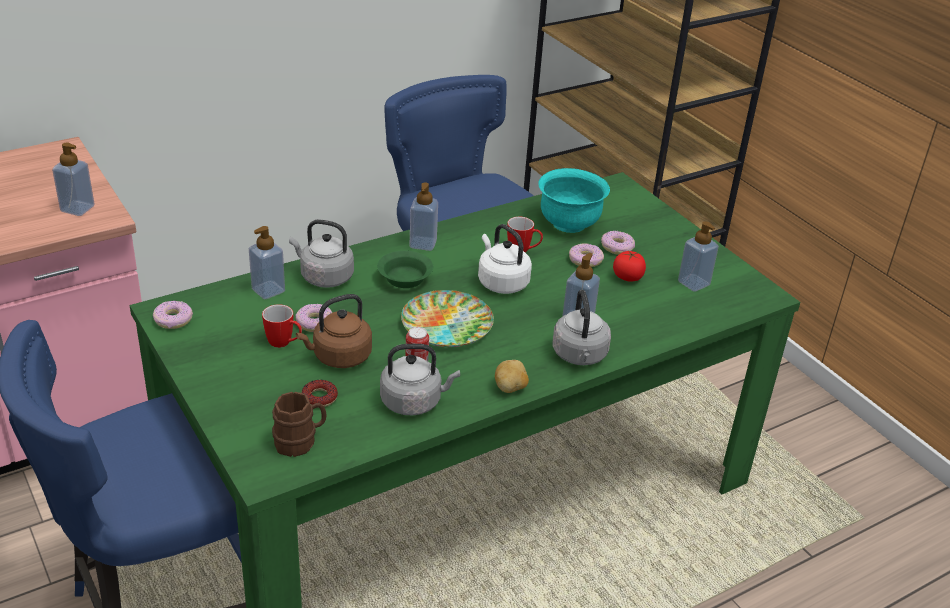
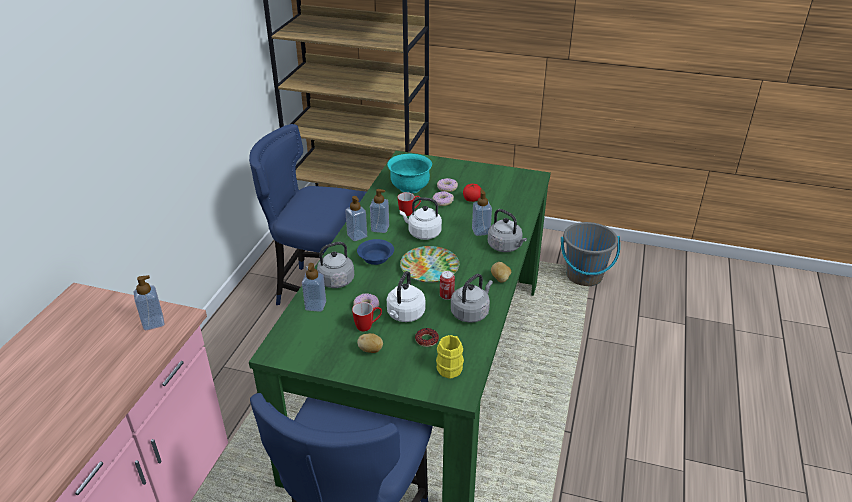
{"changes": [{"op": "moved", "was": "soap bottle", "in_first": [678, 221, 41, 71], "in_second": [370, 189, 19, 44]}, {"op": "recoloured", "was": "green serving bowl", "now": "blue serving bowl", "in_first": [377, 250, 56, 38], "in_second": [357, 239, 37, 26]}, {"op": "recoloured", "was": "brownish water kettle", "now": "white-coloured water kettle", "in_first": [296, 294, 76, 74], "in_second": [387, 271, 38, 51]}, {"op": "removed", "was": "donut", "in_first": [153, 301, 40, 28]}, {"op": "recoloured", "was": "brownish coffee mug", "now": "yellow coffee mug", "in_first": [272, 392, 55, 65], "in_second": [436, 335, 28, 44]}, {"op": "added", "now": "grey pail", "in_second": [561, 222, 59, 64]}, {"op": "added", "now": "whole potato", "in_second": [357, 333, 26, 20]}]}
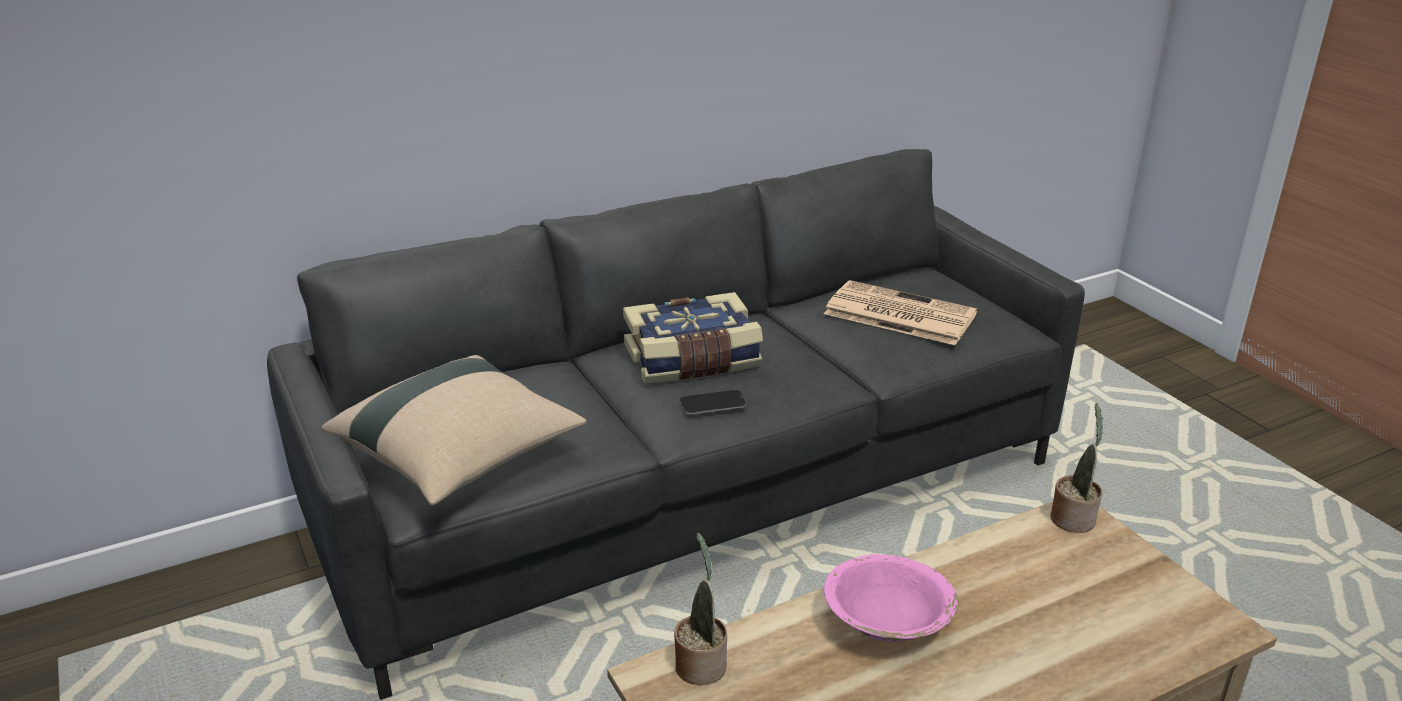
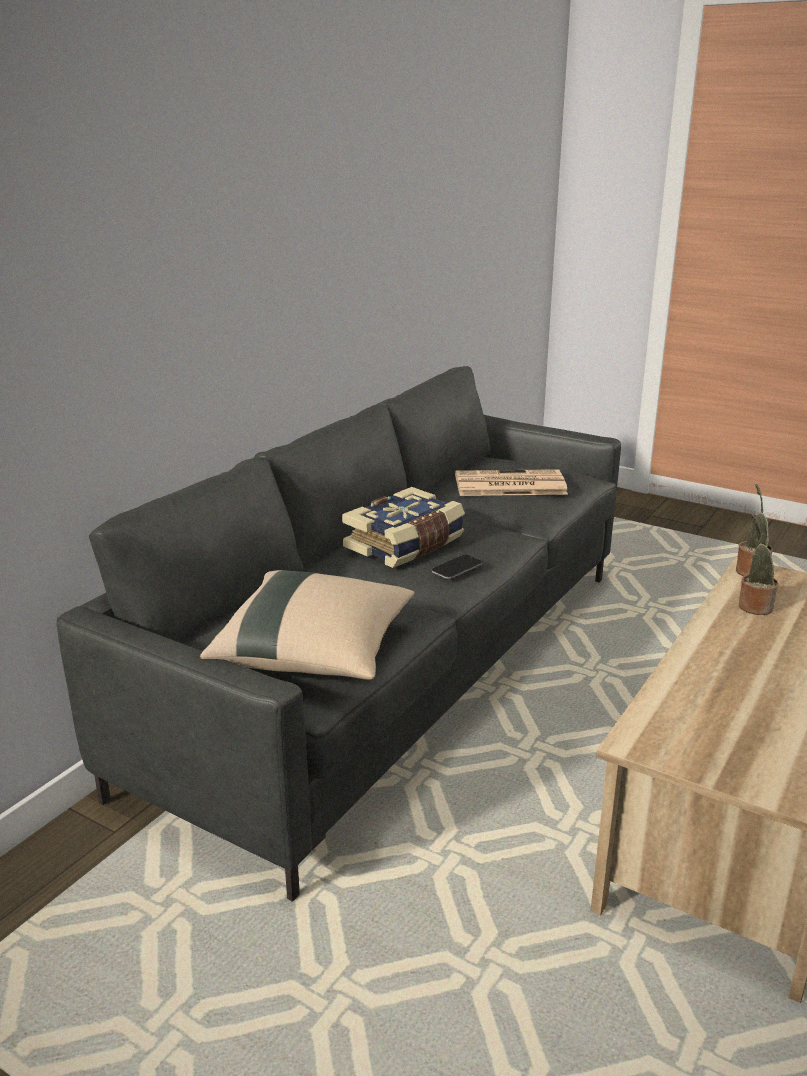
{"changes": [{"op": "moved", "was": "houseplant", "in_first": [674, 533, 53, 152], "in_second": [739, 515, 39, 100]}, {"op": "removed", "was": "pinkish serving bowl", "in_first": [824, 554, 135, 88]}]}
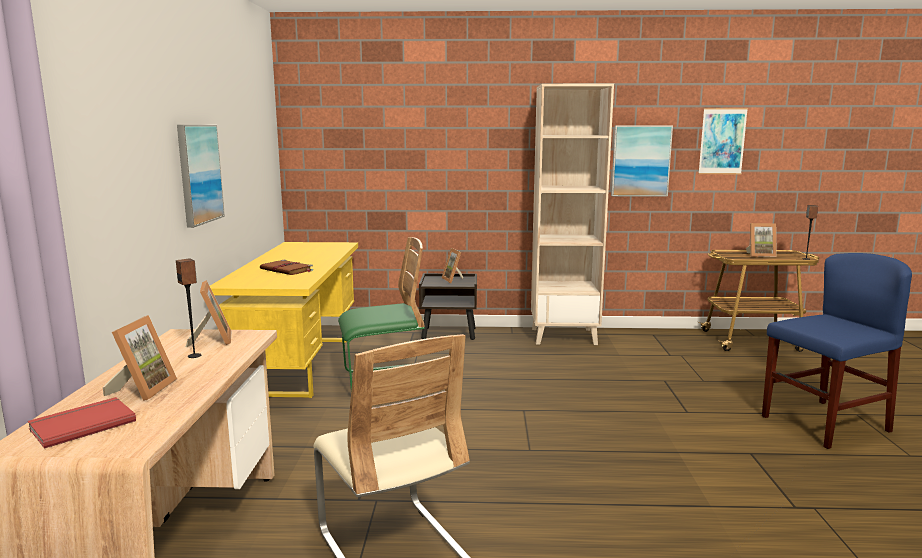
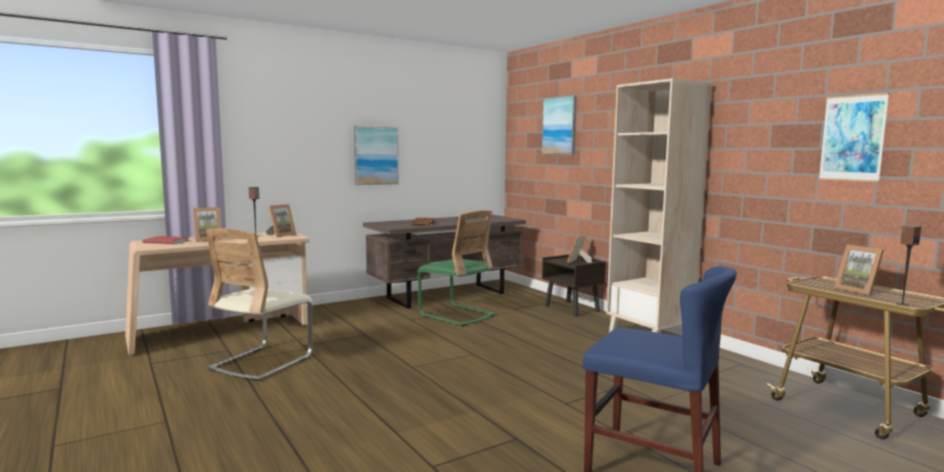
{"changes": [{"op": "moved", "was": "picture", "in_first": [611, 126, 62, 71], "in_second": [542, 95, 35, 60]}, {"op": "recoloured", "was": "yellow desk table", "now": "brownish desk table", "in_first": [210, 242, 148, 156], "in_second": [363, 215, 163, 94]}]}
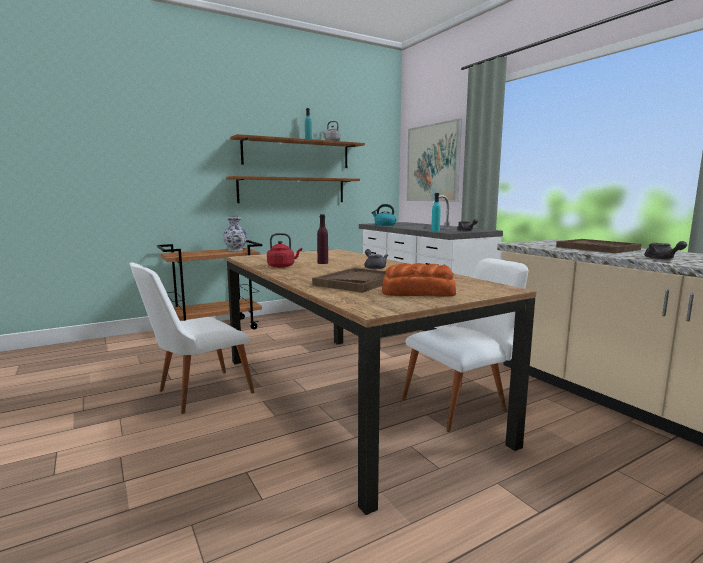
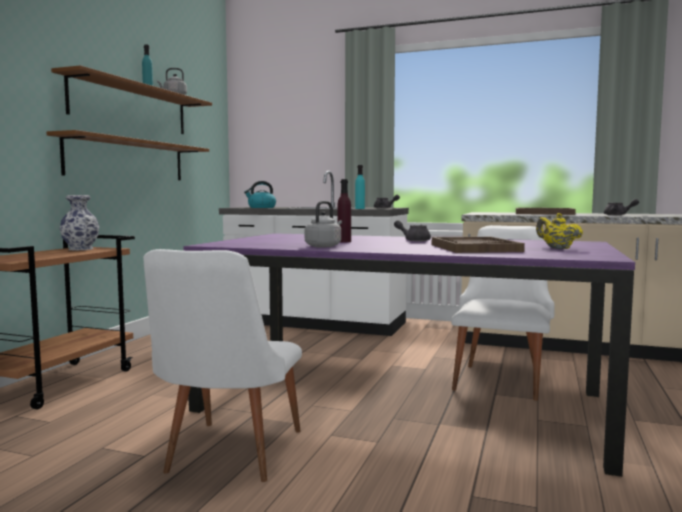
{"changes": [{"op": "removed", "was": "picture", "in_first": [407, 119, 55, 83]}, {"op": "recoloured", "was": "red water kettle", "now": "grey water kettle", "in_first": [267, 233, 35, 35], "in_second": [305, 201, 37, 47]}, {"op": "recoloured", "was": "brownish dinner table", "now": "purplish dinner table", "in_first": [226, 249, 310, 266], "in_second": [184, 233, 451, 244]}, {"op": "replaced", "was": "bread", "now": "yellow teapot", "in_first": [382, 263, 74, 33], "in_second": [536, 213, 47, 36]}]}
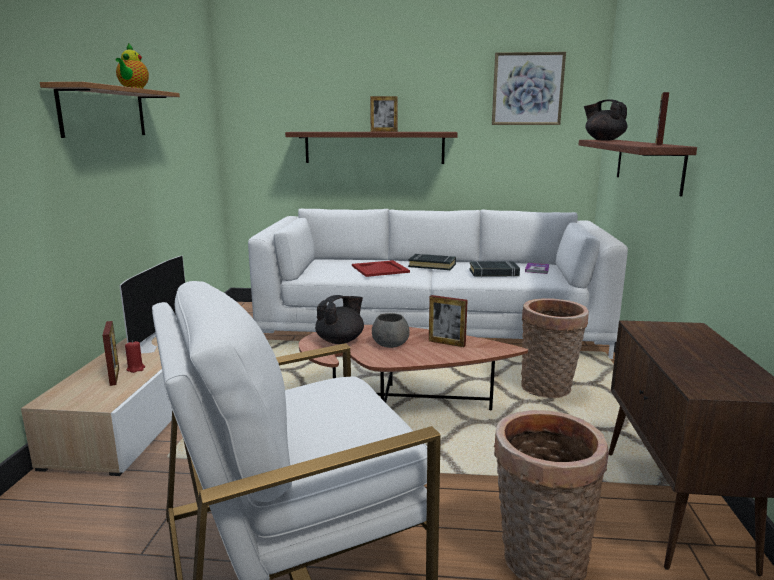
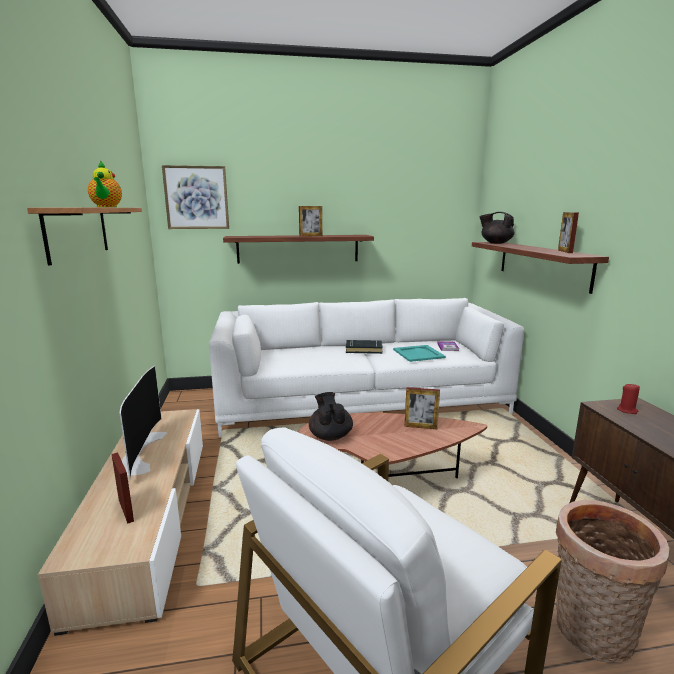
{"changes": [{"op": "moved", "was": "picture", "in_first": [492, 52, 74, 73], "in_second": [162, 165, 67, 64]}, {"op": "removed", "was": "red serving tray", "in_first": [352, 260, 58, 17]}, {"op": "replaced", "was": "black volume", "now": "turquoise-coloured serving tray", "in_first": [469, 261, 51, 16], "in_second": [393, 345, 53, 17]}, {"op": "turned", "was": "black teapot", "in_first": [315, 295, 49, 49], "in_second": [309, 392, 44, 49], "clockwise": -45}, {"op": "removed", "was": "storage basket", "in_first": [521, 298, 68, 100]}, {"op": "removed", "was": "grey serving bowl", "in_first": [372, 313, 37, 35]}, {"op": "moved", "was": "red wax candle", "in_first": [125, 341, 20, 32], "in_second": [617, 383, 23, 31]}]}
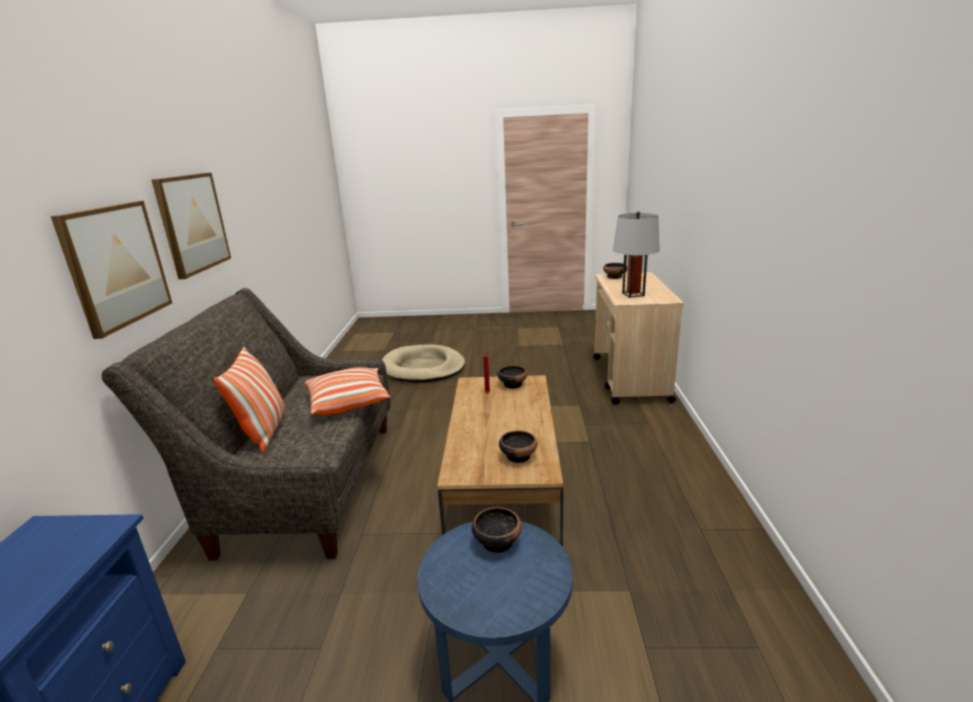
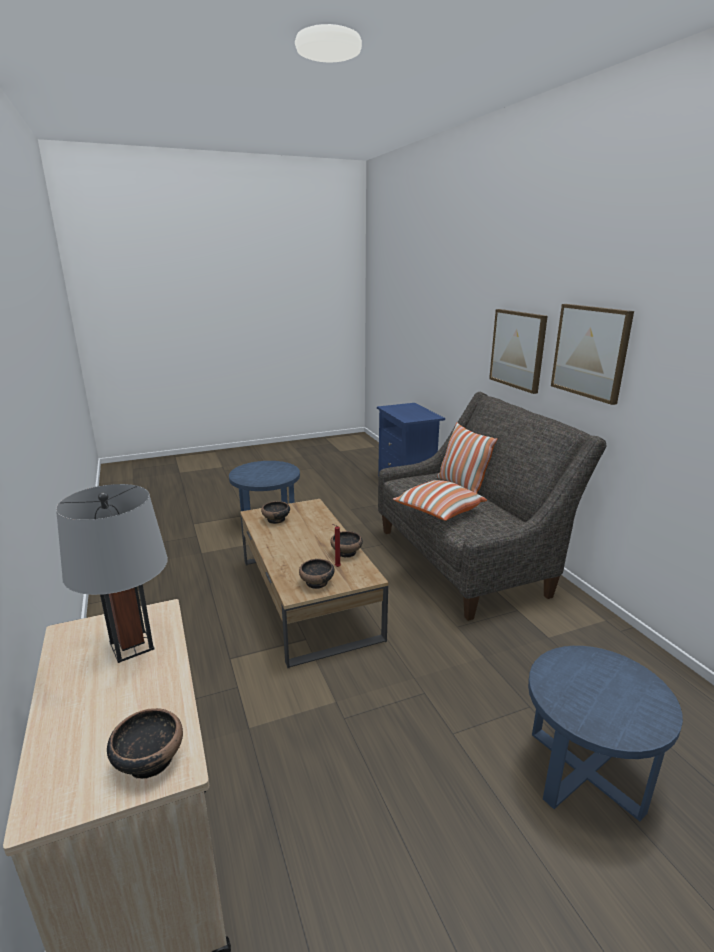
{"changes": [{"op": "replaced", "was": "sand-coloured pet bed", "now": "blue side table", "in_first": [382, 345, 83, 38], "in_second": [528, 646, 155, 175]}, {"op": "moved", "was": "serving bowl", "in_first": [472, 507, 50, 46], "in_second": [330, 531, 33, 27]}]}
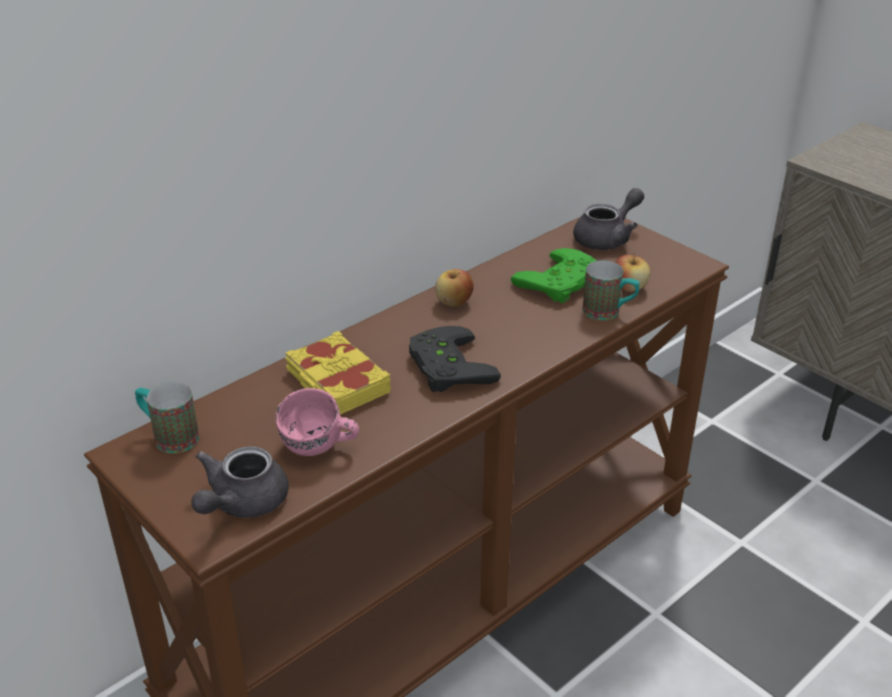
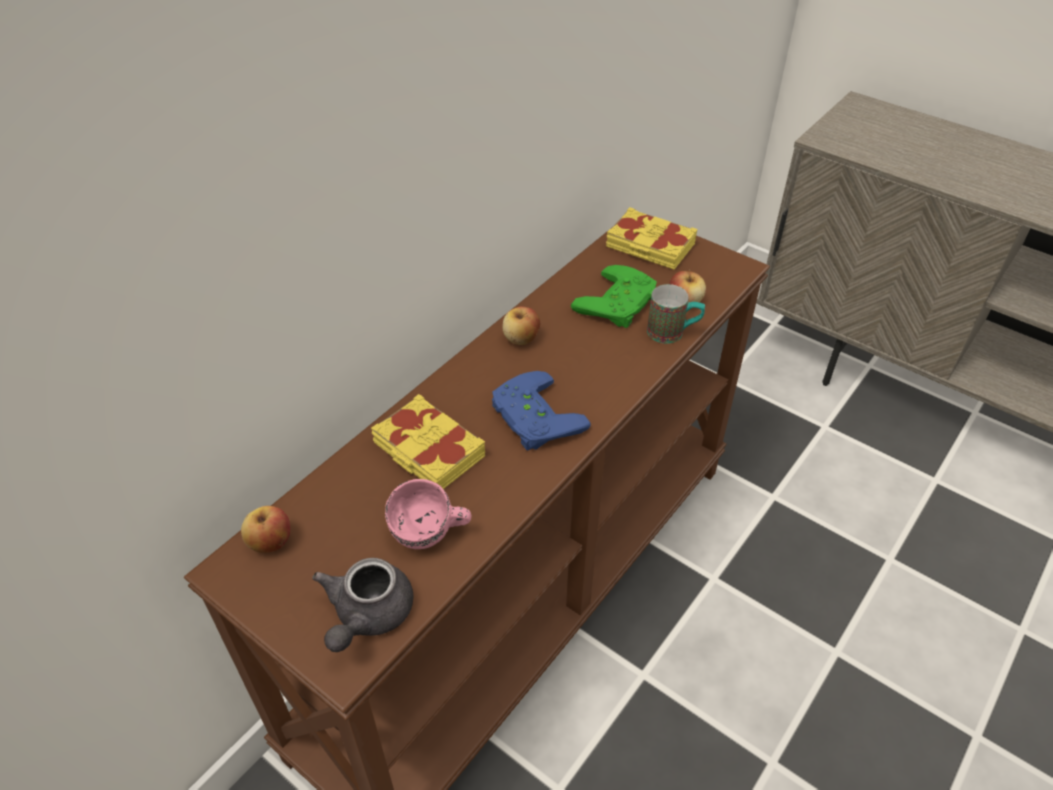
{"changes": [{"op": "replaced", "was": "grey teapot", "now": "yellow volume", "in_first": [573, 188, 71, 62], "in_second": [606, 207, 92, 63]}, {"op": "recoloured", "was": "black game controller", "now": "blue game controller", "in_first": [409, 326, 92, 66], "in_second": [492, 371, 99, 80]}, {"op": "replaced", "was": "coffee mug", "now": "apple", "in_first": [135, 382, 64, 71], "in_second": [241, 506, 49, 47]}]}
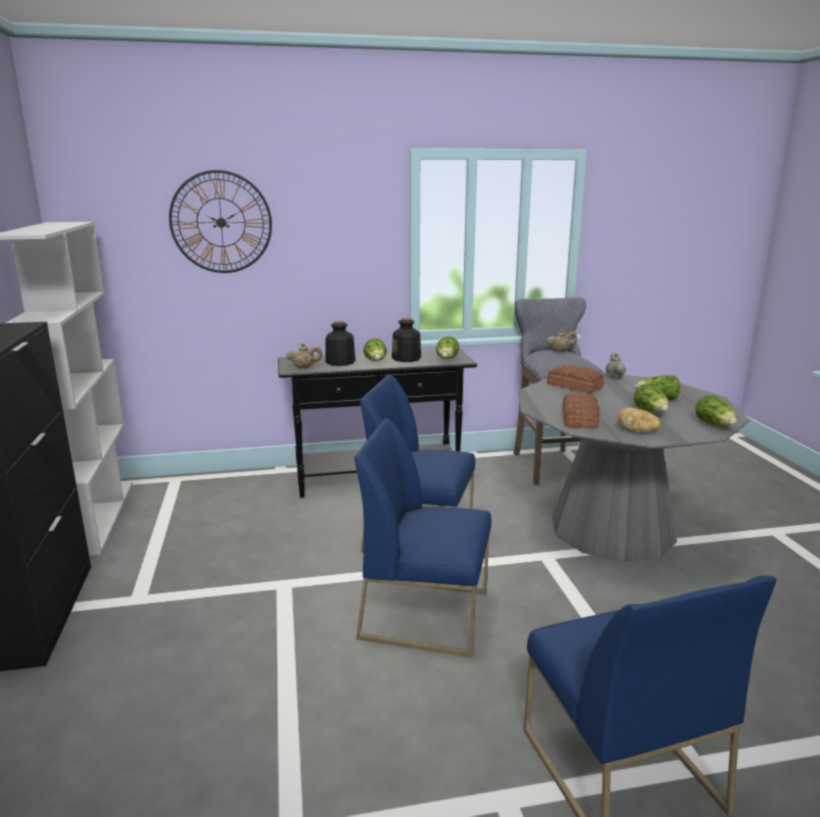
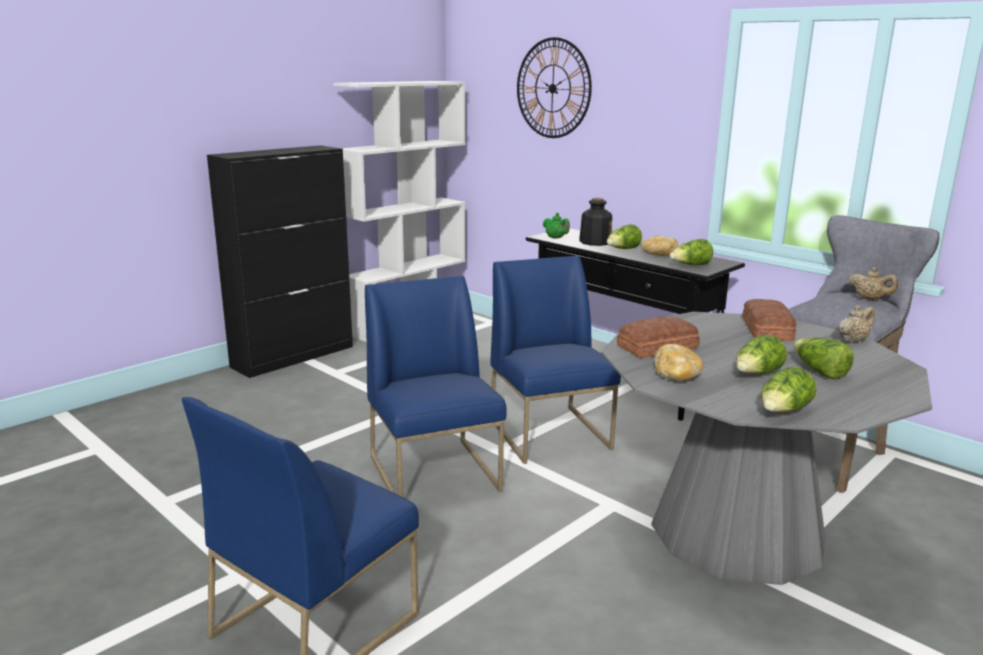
{"changes": [{"op": "replaced", "was": "bottle", "now": "bread", "in_first": [392, 318, 29, 44], "in_second": [641, 236, 37, 20]}, {"op": "recoloured", "was": "sand-coloured teapot", "now": "green teapot", "in_first": [286, 343, 36, 26], "in_second": [543, 213, 27, 26]}]}
